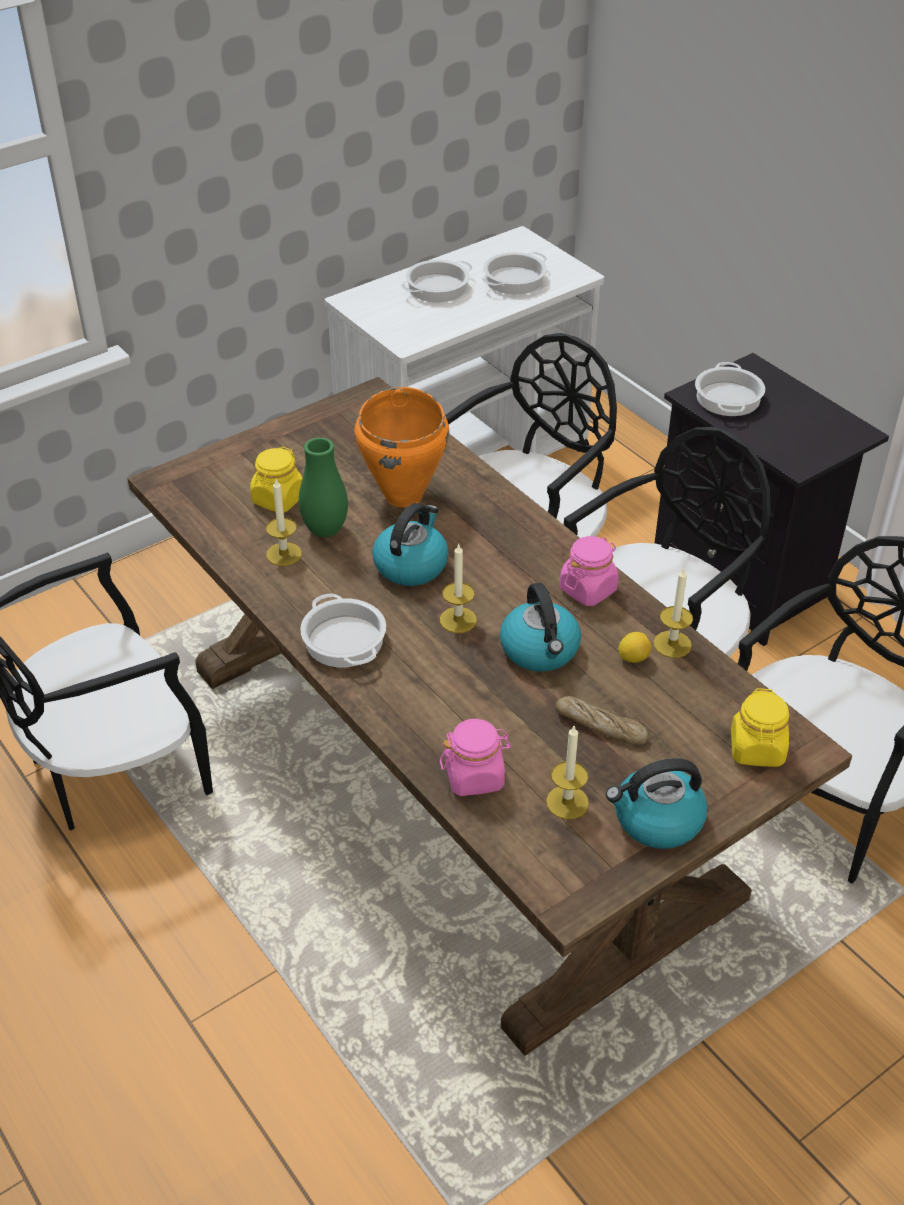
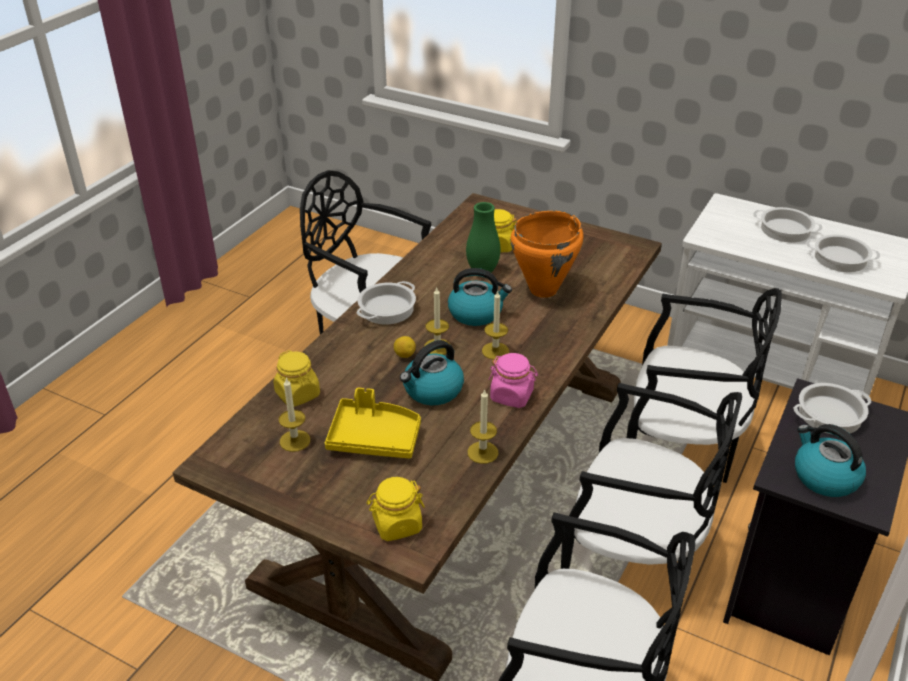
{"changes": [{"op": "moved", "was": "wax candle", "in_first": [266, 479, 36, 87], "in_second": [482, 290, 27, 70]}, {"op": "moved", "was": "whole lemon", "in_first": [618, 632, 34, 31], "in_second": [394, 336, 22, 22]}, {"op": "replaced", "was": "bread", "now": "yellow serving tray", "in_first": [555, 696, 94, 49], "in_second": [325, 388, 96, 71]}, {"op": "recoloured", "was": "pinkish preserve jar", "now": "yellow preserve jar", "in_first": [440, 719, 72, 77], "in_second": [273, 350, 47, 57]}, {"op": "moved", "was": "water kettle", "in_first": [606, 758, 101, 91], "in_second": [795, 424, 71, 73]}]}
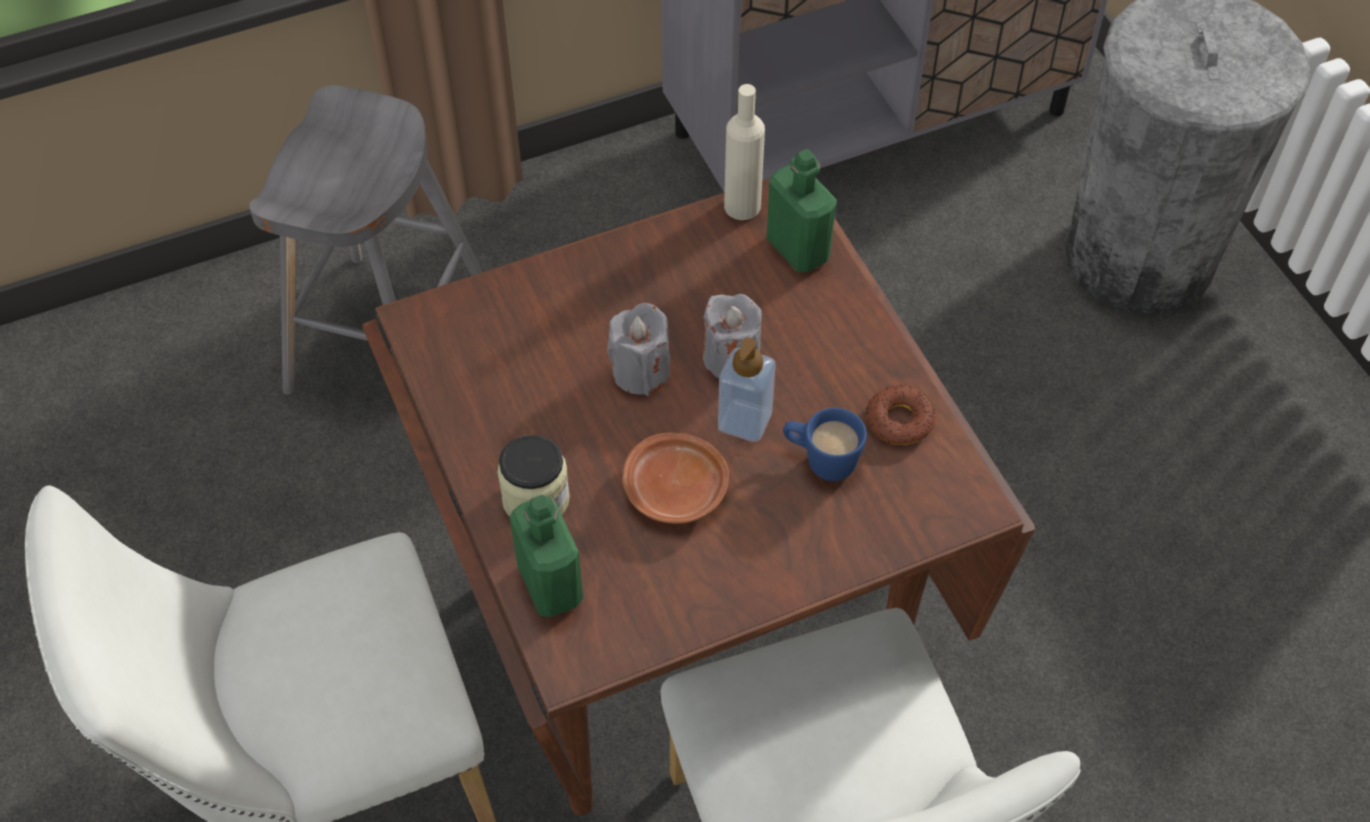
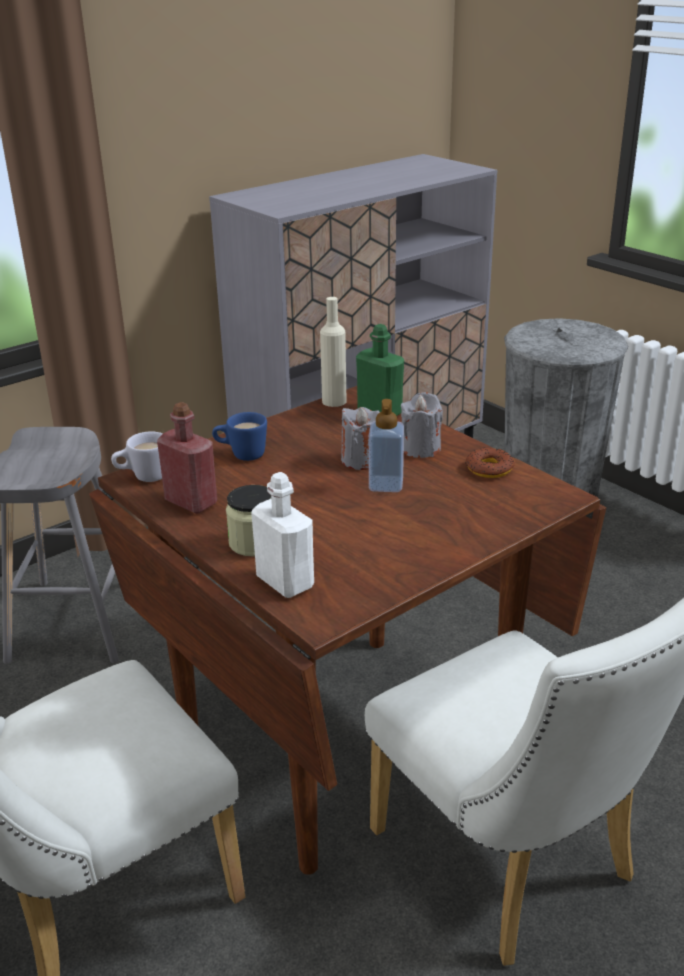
{"changes": [{"op": "moved", "was": "grey wax candle", "in_first": [607, 303, 63, 93], "in_second": [401, 392, 42, 66]}, {"op": "moved", "was": "blue coffee mug", "in_first": [783, 408, 84, 73], "in_second": [212, 412, 55, 49]}, {"op": "removed", "was": "brownish plate", "in_first": [622, 433, 107, 91]}, {"op": "recoloured", "was": "green bottle", "now": "white-coloured bottle", "in_first": [510, 495, 73, 122], "in_second": [251, 472, 63, 126]}, {"op": "added", "now": "red bottle", "in_second": [157, 402, 60, 112]}, {"op": "added", "now": "white-coloured coffee mug", "in_second": [111, 431, 52, 51]}]}
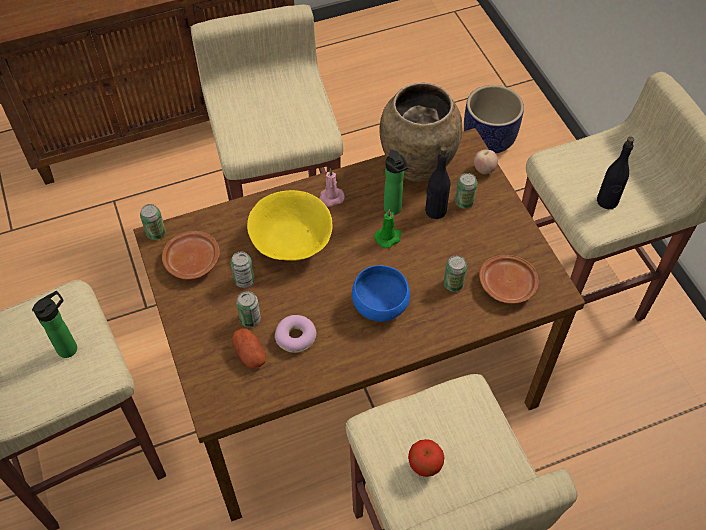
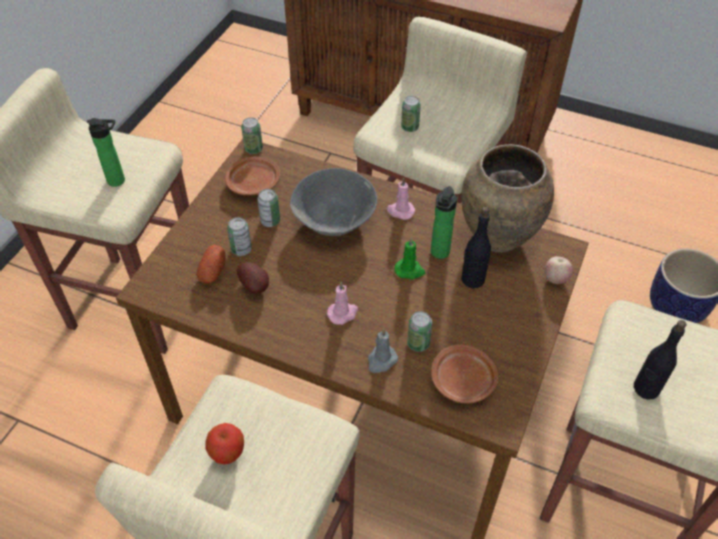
{"changes": [{"op": "moved", "was": "metal can", "in_first": [455, 173, 22, 36], "in_second": [401, 96, 20, 36]}, {"op": "recoloured", "was": "yellow serving bowl", "now": "grey serving bowl", "in_first": [247, 190, 85, 71], "in_second": [290, 168, 87, 68]}, {"op": "replaced", "was": "blue serving bowl", "now": "pinkish wax candle", "in_first": [352, 265, 58, 57], "in_second": [327, 282, 31, 43]}, {"op": "replaced", "was": "donut", "now": "whole potato", "in_first": [275, 315, 42, 38], "in_second": [237, 262, 32, 32]}, {"op": "added", "now": "grey wax candle", "in_second": [368, 328, 30, 45]}]}
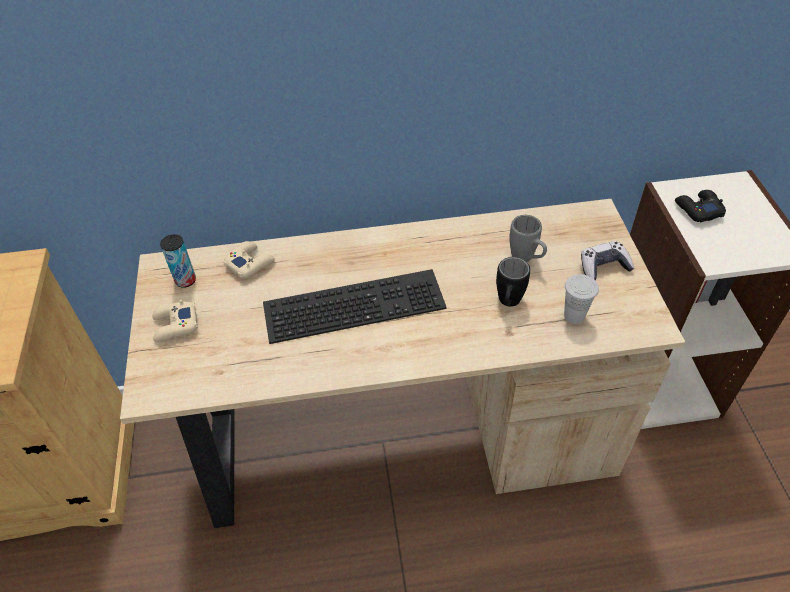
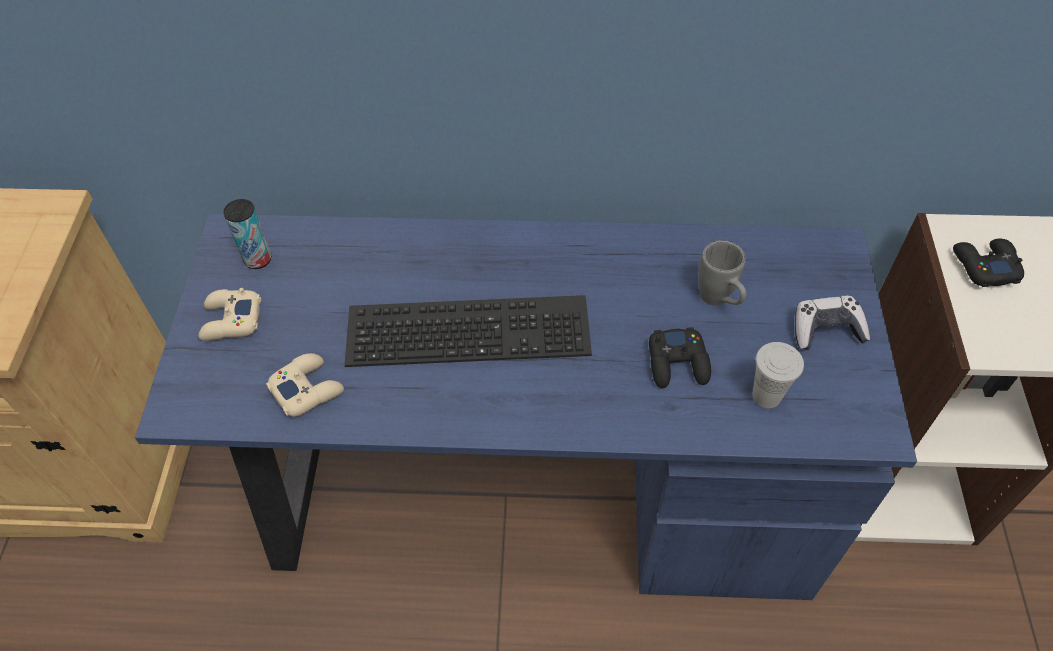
{"changes": [{"op": "recoloured", "was": "sand-coloured desk table", "now": "blue desk table", "in_first": [120, 199, 565, 329], "in_second": [135, 214, 782, 386]}, {"op": "moved", "was": "sand-coloured game controller", "in_first": [223, 241, 52, 38], "in_second": [266, 353, 78, 64]}, {"op": "replaced", "was": "black coffee mug", "now": "black game controller", "in_first": [496, 257, 34, 50], "in_second": [649, 327, 62, 61]}]}
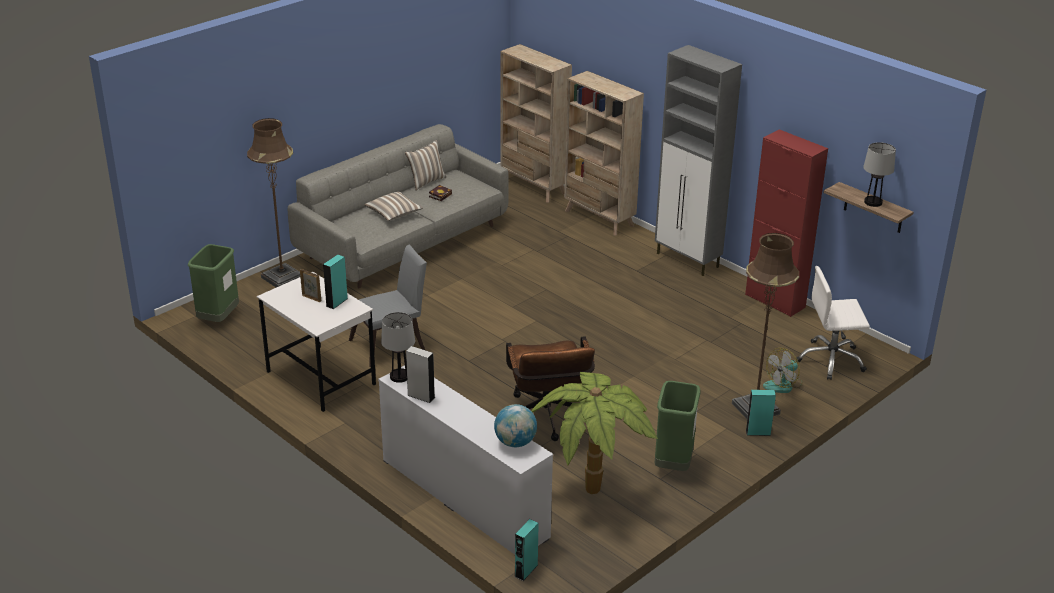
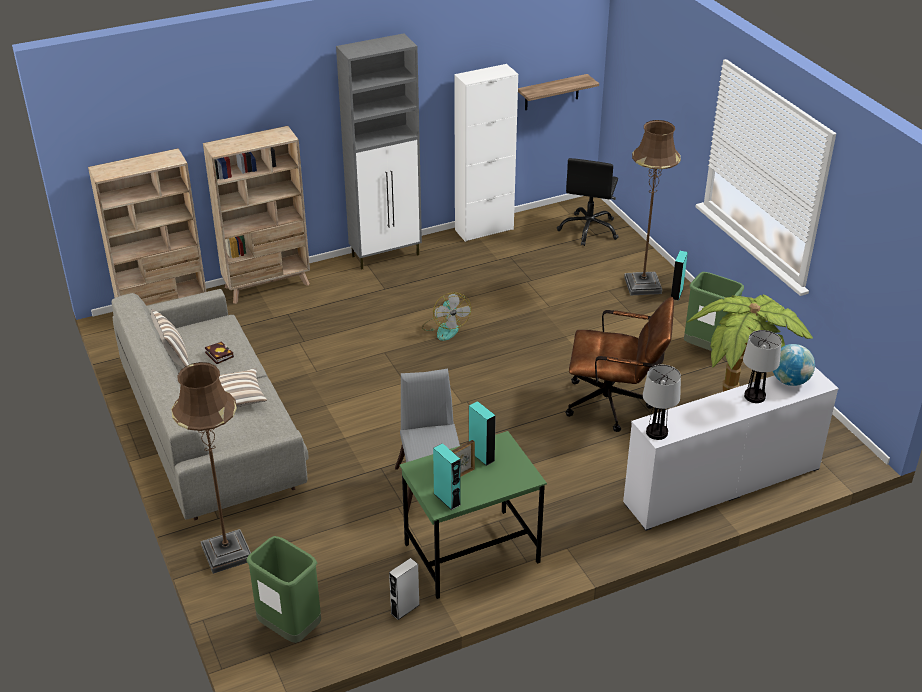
{"changes": [{"op": "recoloured", "was": "red storage cabinet", "now": "white-coloured storage cabinet", "in_first": [745, 129, 83, 188], "in_second": [454, 64, 64, 178]}, {"op": "moved", "was": "tabletop lamp", "in_first": [863, 142, 33, 65], "in_second": [743, 330, 39, 73]}, {"op": "recoloured", "was": "white-coloured desk chair", "now": "black desk chair", "in_first": [796, 266, 74, 114], "in_second": [557, 158, 62, 88]}, {"op": "recoloured", "was": "white-coloured desk table", "now": "green desk table", "in_first": [257, 272, 119, 140], "in_second": [400, 431, 147, 168]}, {"op": "moved", "was": "grey loudspeaker", "in_first": [406, 346, 29, 57], "in_second": [389, 558, 31, 62]}, {"op": "moved", "was": "cooling fan", "in_first": [763, 348, 40, 45], "in_second": [422, 292, 49, 49]}, {"op": "moved", "was": "turquoise-coloured loudspeaker", "in_first": [515, 519, 24, 62], "in_second": [433, 443, 28, 67]}]}
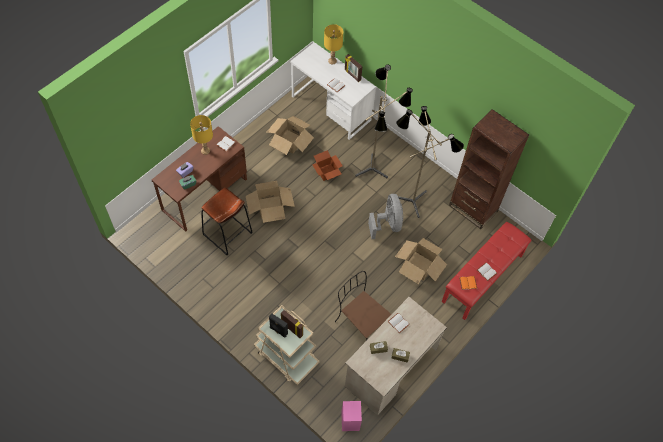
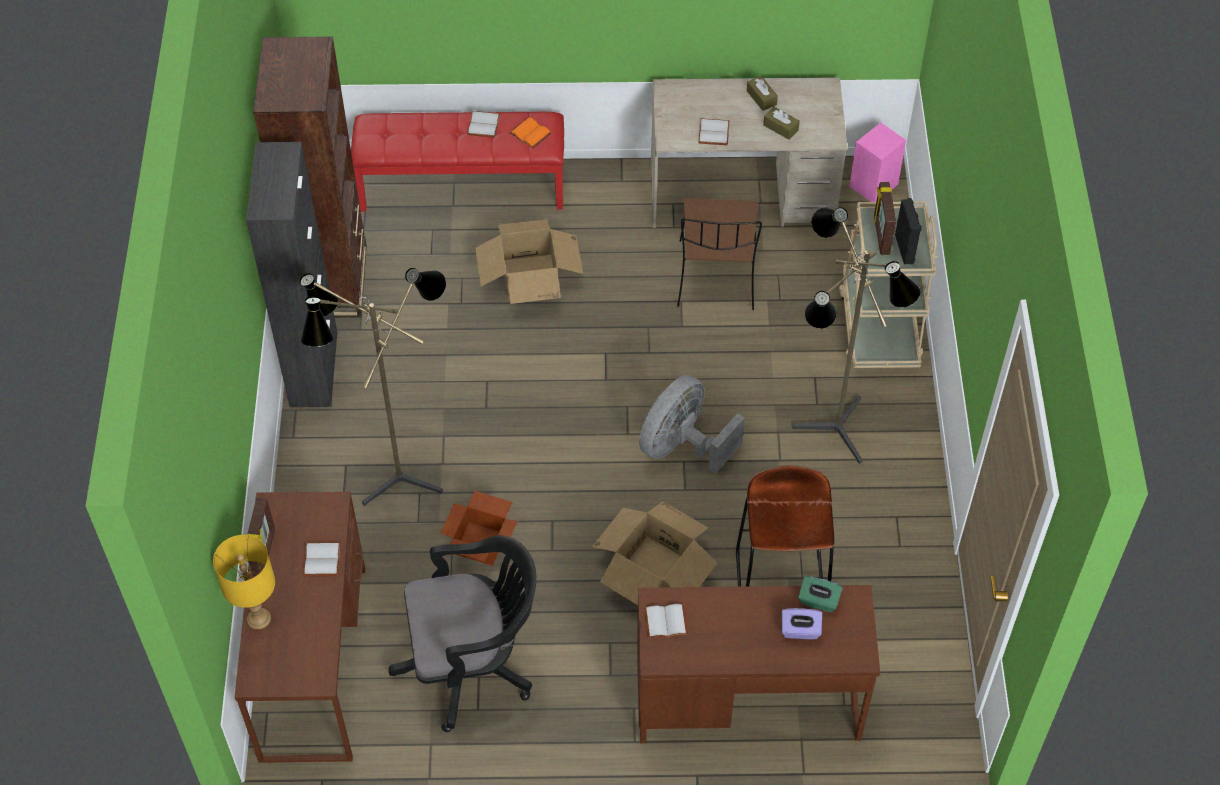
{"changes": [{"op": "recoloured", "was": "white-coloured desk table", "now": "brownish desk table", "in_first": [290, 43, 86, 97], "in_second": [235, 491, 130, 272]}, {"op": "moved", "was": "floor lamp", "in_first": [396, 106, 68, 112], "in_second": [793, 208, 128, 256]}, {"op": "removed", "was": "yellow tabletop lamp", "in_first": [190, 115, 23, 40]}, {"op": "replaced", "was": "carton", "now": "black desk chair", "in_first": [267, 116, 47, 39], "in_second": [388, 535, 148, 197]}, {"op": "moved", "was": "grey cooling fan", "in_first": [368, 194, 35, 45], "in_second": [639, 375, 106, 99]}, {"op": "added", "now": "black storage cabinet", "in_second": [246, 142, 91, 265]}]}
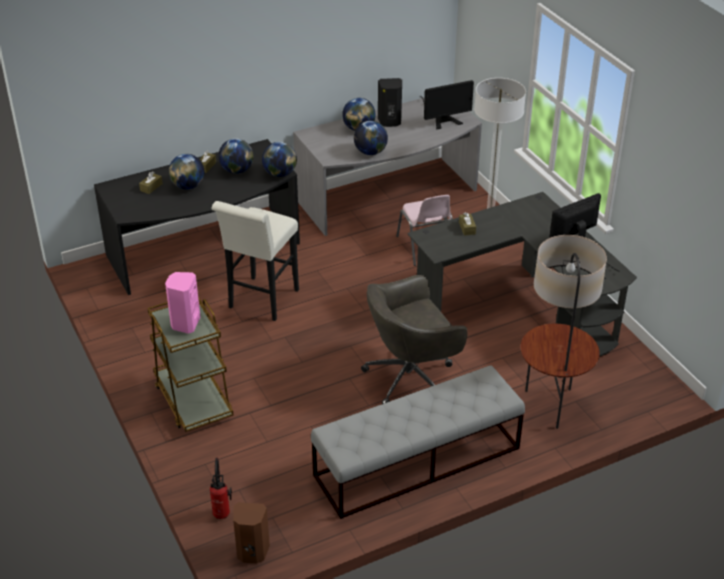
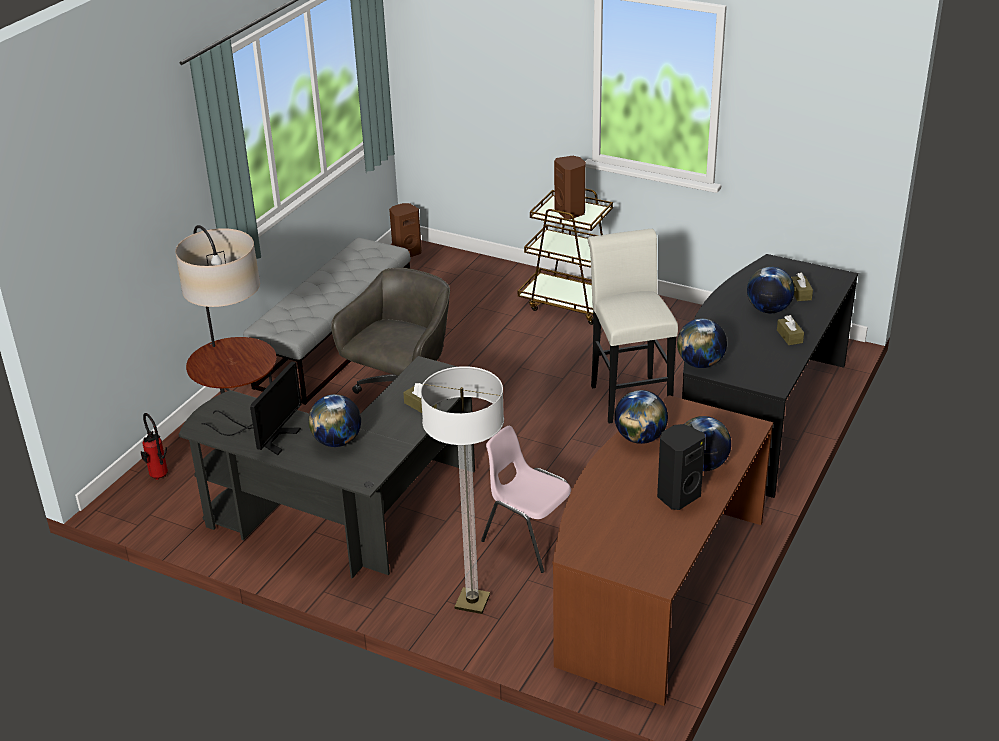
{"changes": [{"op": "removed", "was": "monitor", "in_first": [420, 80, 54, 50]}, {"op": "recoloured", "was": "grey desk table", "now": "brownish desk table", "in_first": [293, 98, 189, 138], "in_second": [553, 395, 220, 311]}, {"op": "moved", "was": "world globe", "in_first": [218, 139, 36, 35], "in_second": [308, 394, 53, 53]}, {"op": "recoloured", "was": "pinkish loudspeaker", "now": "brownish loudspeaker", "in_first": [165, 272, 35, 62], "in_second": [554, 156, 32, 63]}, {"op": "moved", "was": "fire-fighting cylinder", "in_first": [210, 458, 22, 61], "in_second": [141, 413, 27, 67]}]}
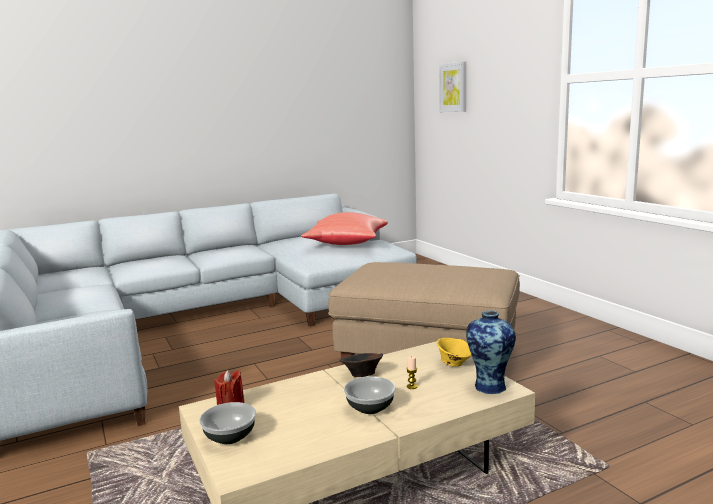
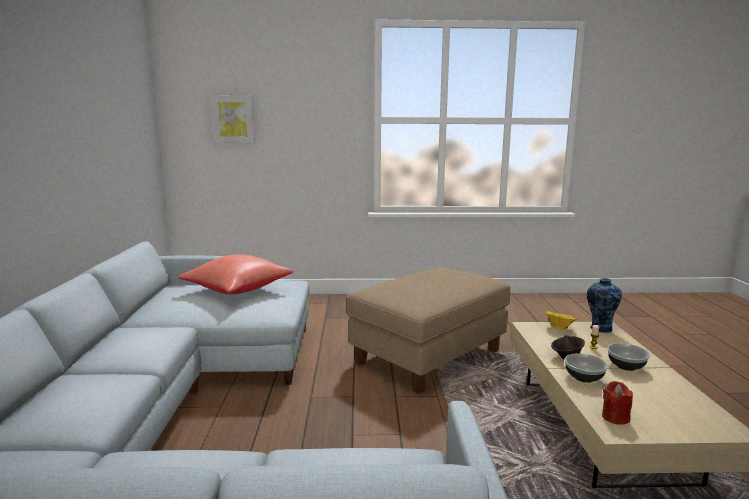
{"changes": [{"op": "moved", "was": "serving bowl", "in_first": [199, 402, 57, 42], "in_second": [564, 353, 44, 30]}]}
